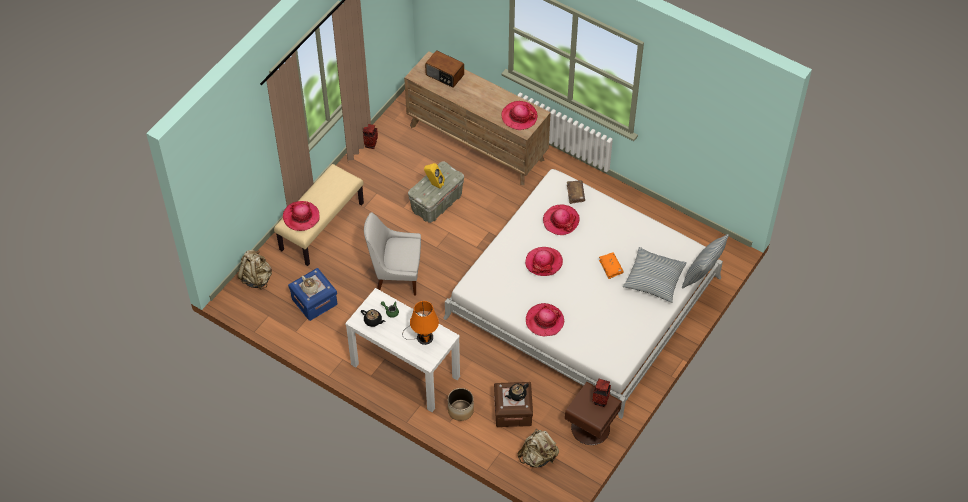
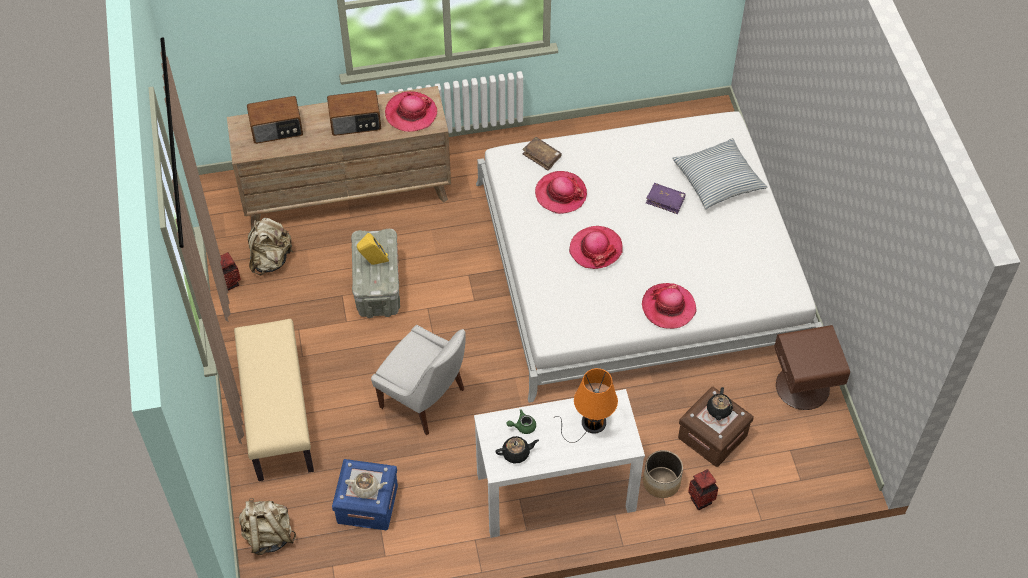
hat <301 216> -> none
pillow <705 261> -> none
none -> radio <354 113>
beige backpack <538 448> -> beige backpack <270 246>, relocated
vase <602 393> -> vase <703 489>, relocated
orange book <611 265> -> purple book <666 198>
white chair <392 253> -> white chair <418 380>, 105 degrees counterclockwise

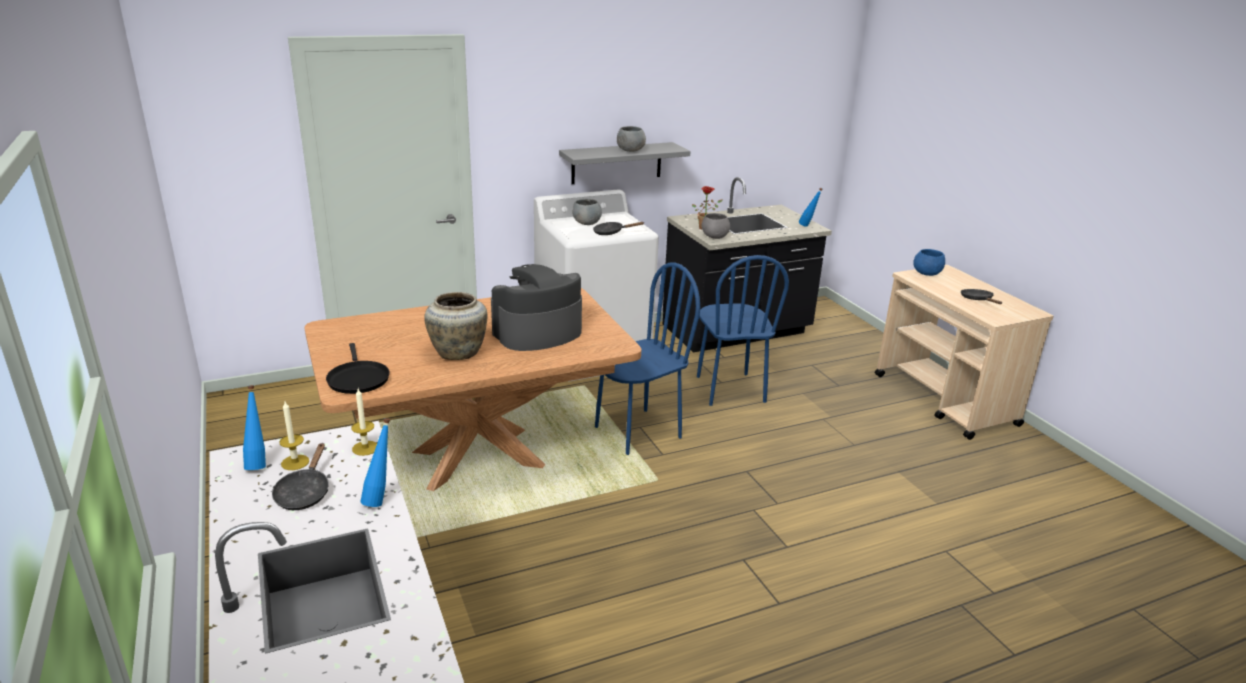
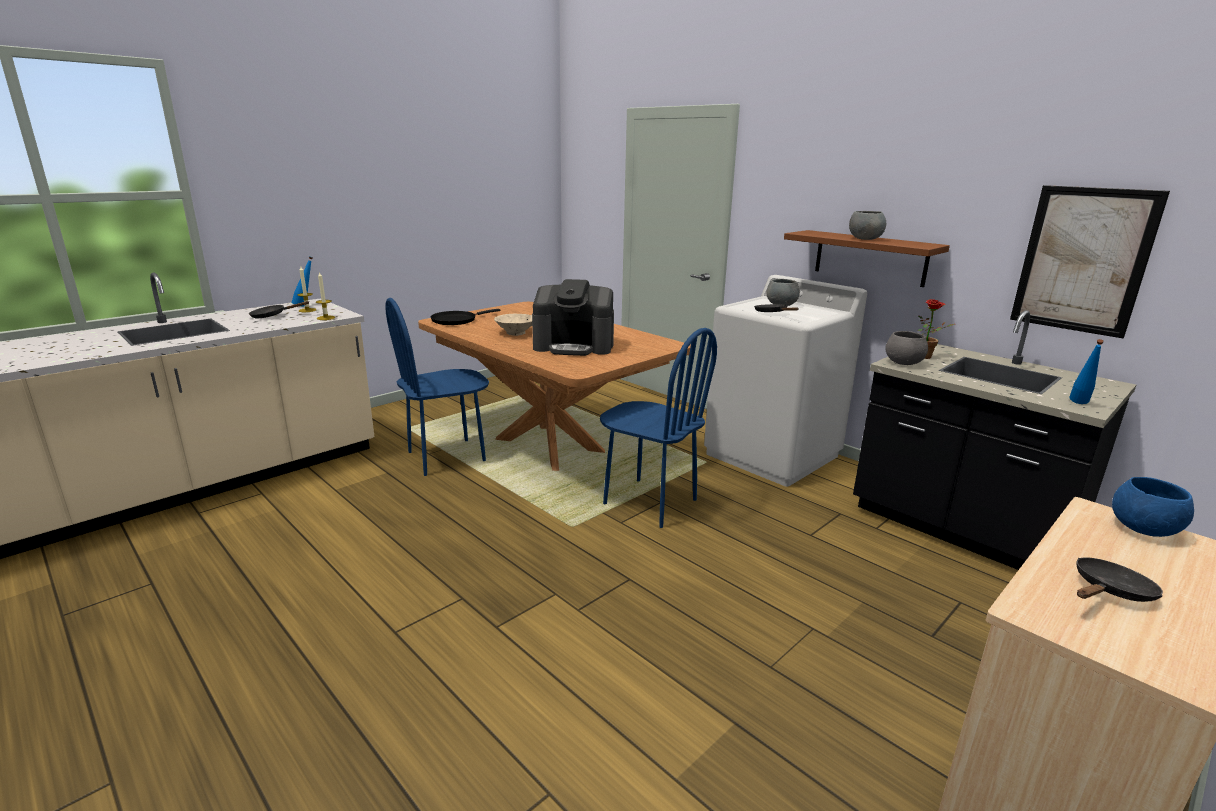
blue bottle <375 462> -> none
none -> picture <1090 261>
blue chair <743 330> -> blue chair <437 387>, relocated
beige vase <456 326> -> beige bowl <513 325>
grey shelf <625 163> -> brown shelf <867 258>
coffee machine <536 307> -> coffee machine <573 317>, 150 degrees clockwise

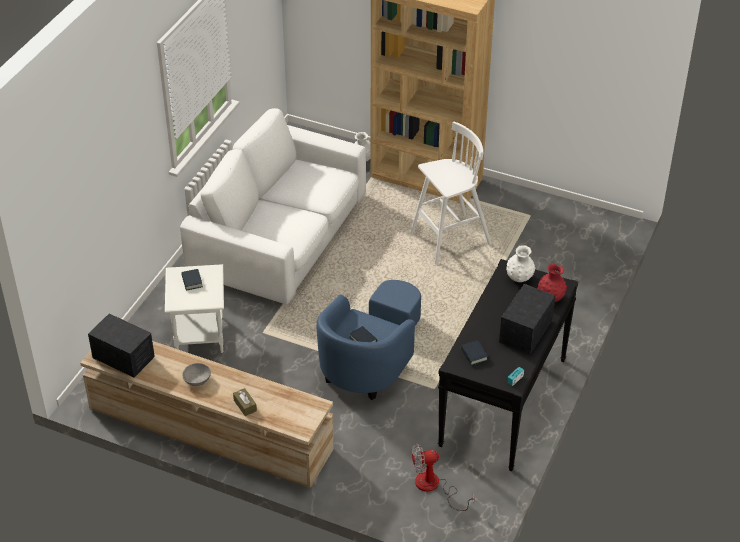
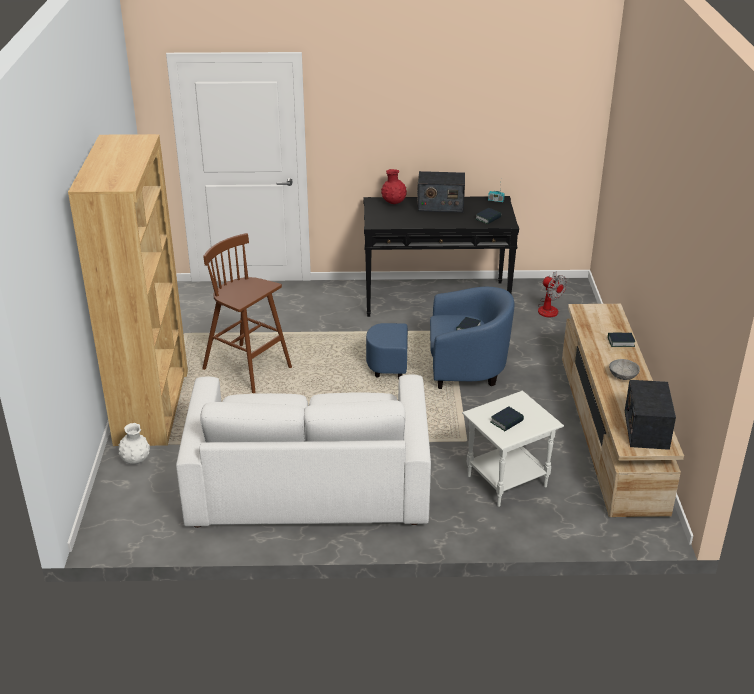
white vase <520 264> -> none
brown tissue box <245 402> -> book <621 340>
white stool <451 193> -> brown stool <247 313>

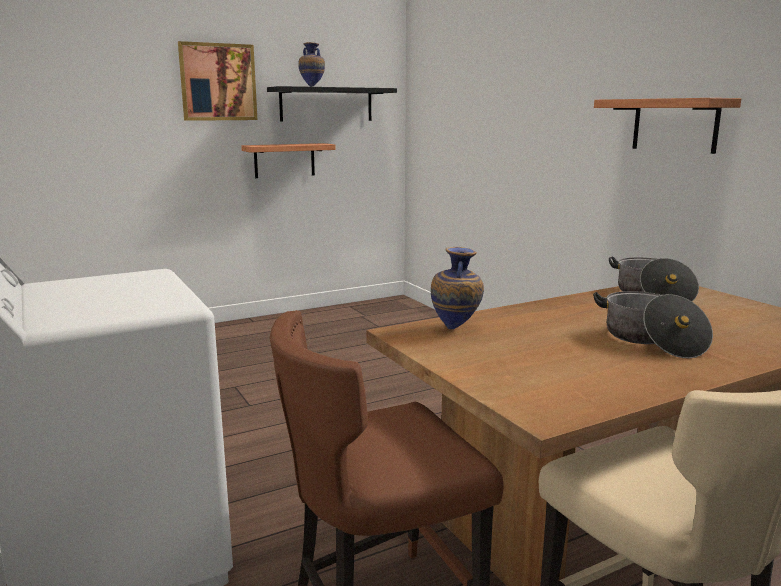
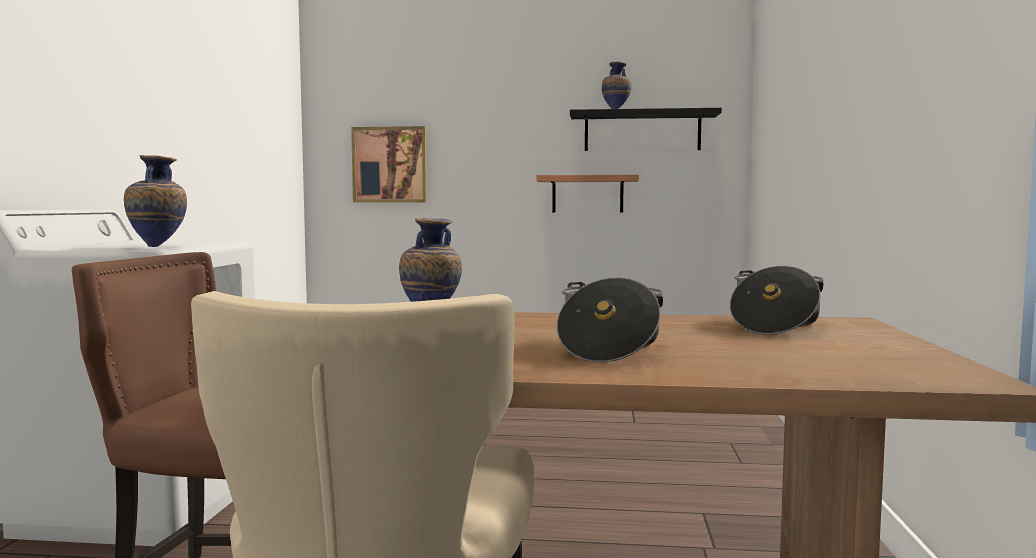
shelf <667 126> -> none
none -> vase <155 201>
picture <217 81> -> picture <389 164>, relocated

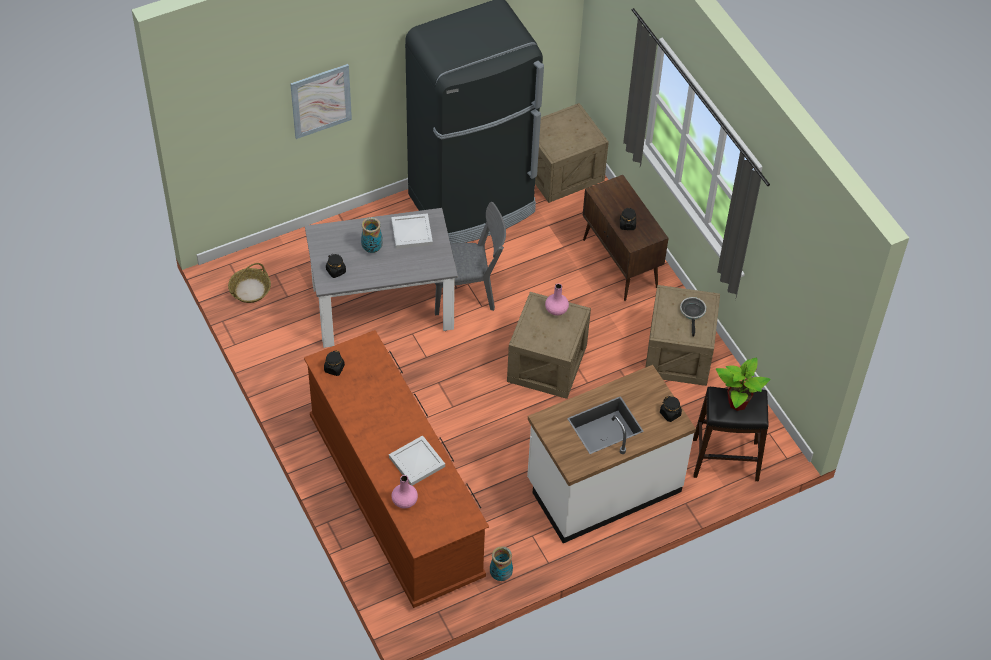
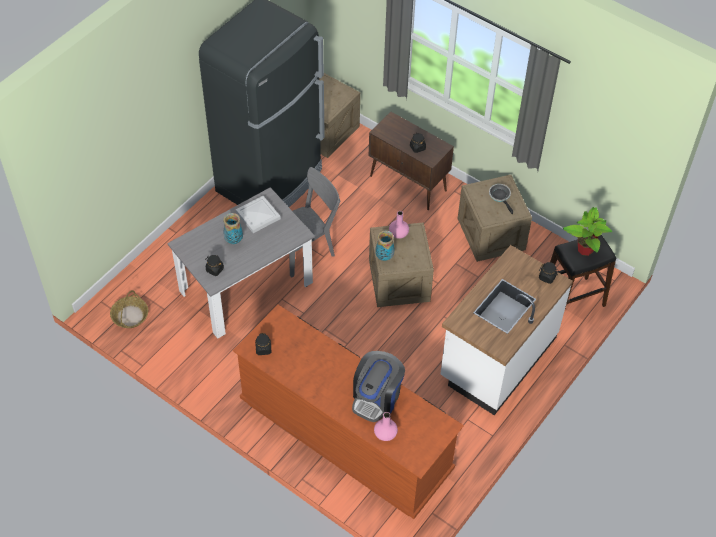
picture <321 101> -> none
vase <501 563> -> vase <385 246>, relocated
white tray <417 460> -> coffee machine <378 386>

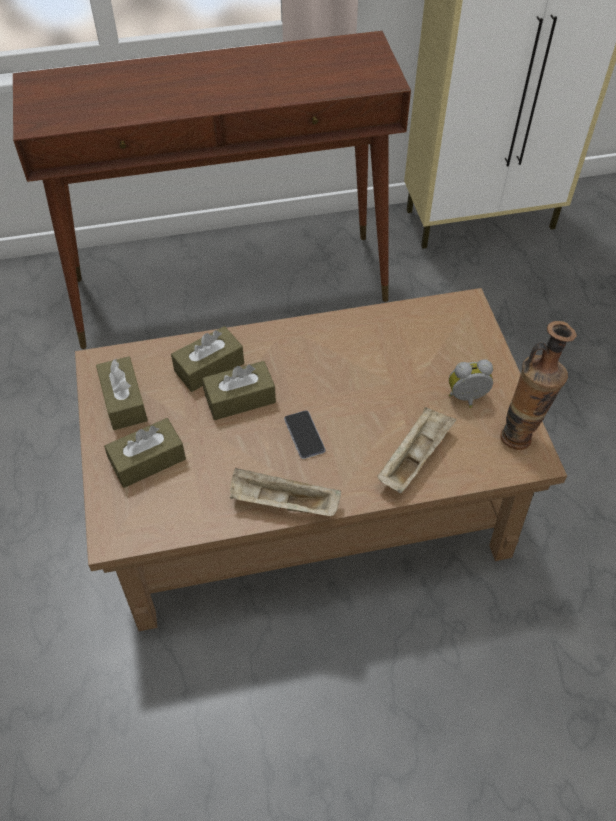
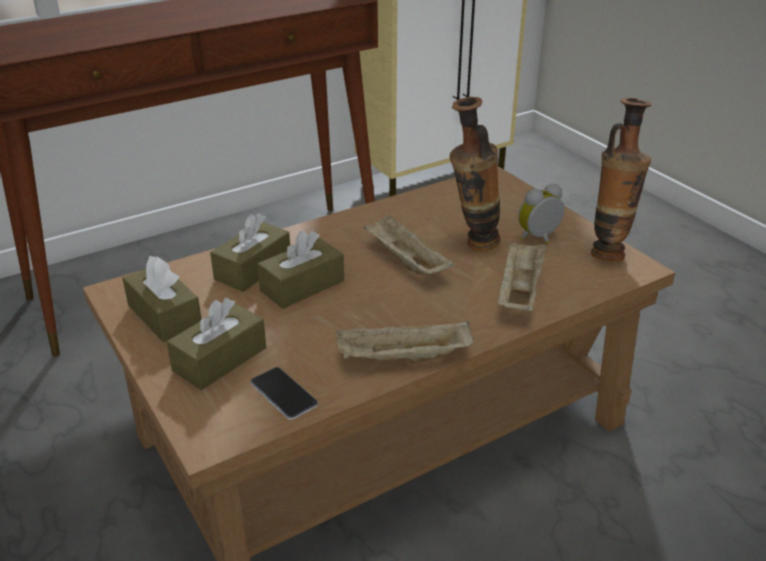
none -> beige tray <409 244>
none -> vase <474 174>
phone <305 434> -> phone <284 393>, relocated

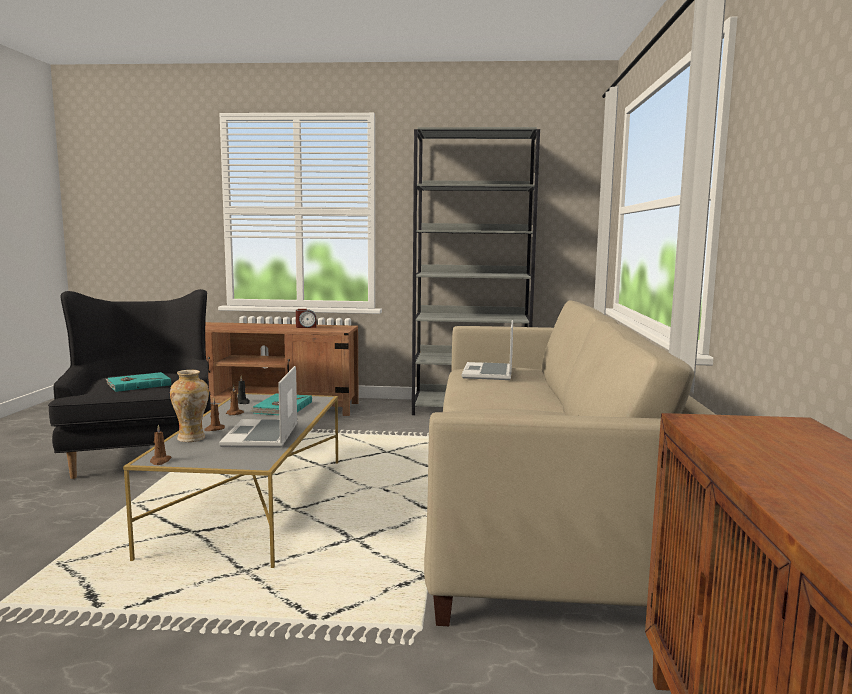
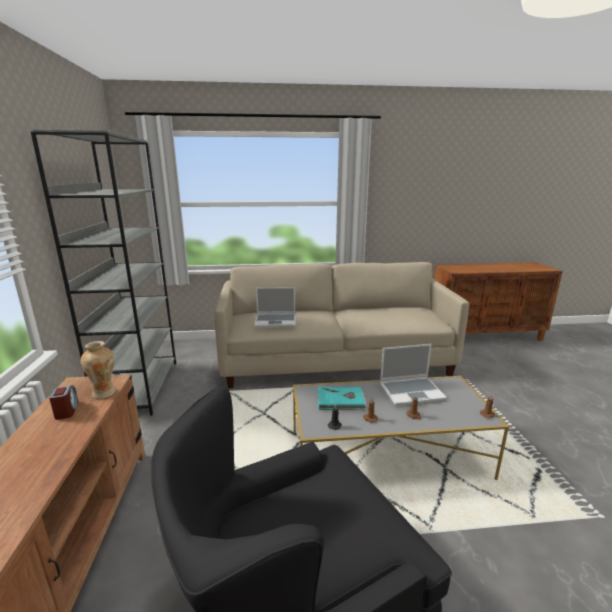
turquoise book <138 382> -> none
vase <189 406> -> vase <98 369>, relocated

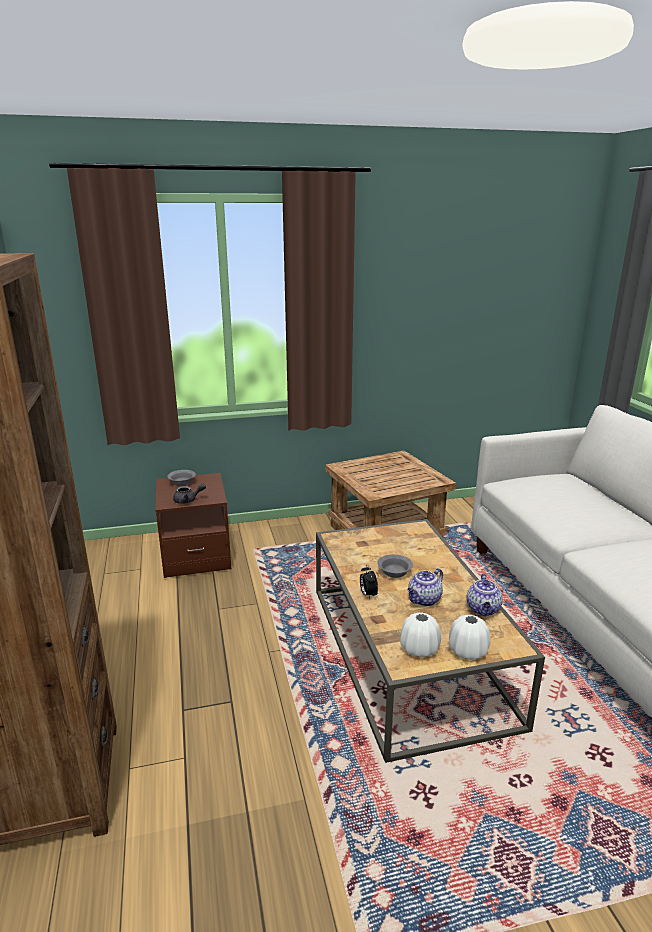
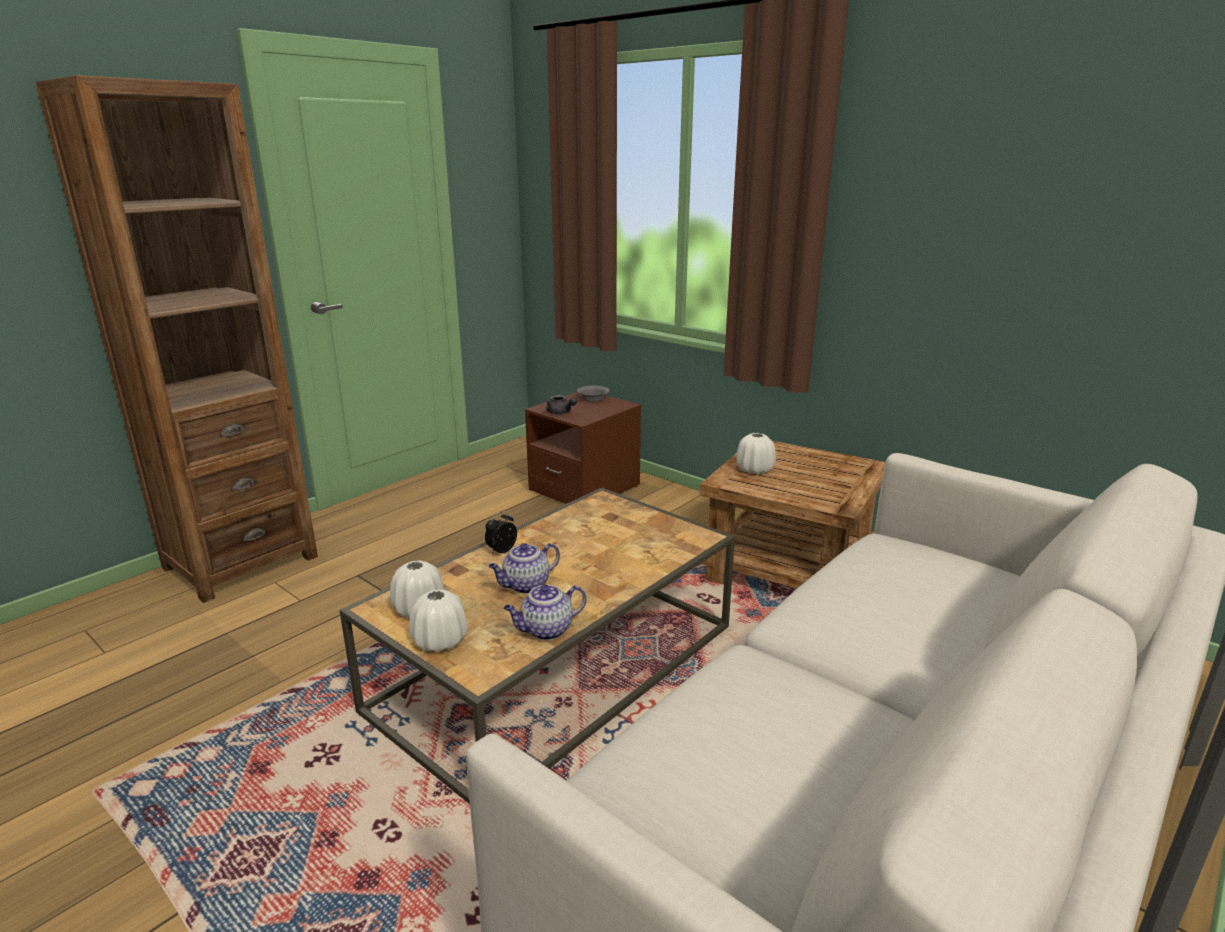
grey bowl <395 566> -> none
none -> white vase <756 453>
teapot <425 587> -> teapot <524 568>, 45 degrees counterclockwise

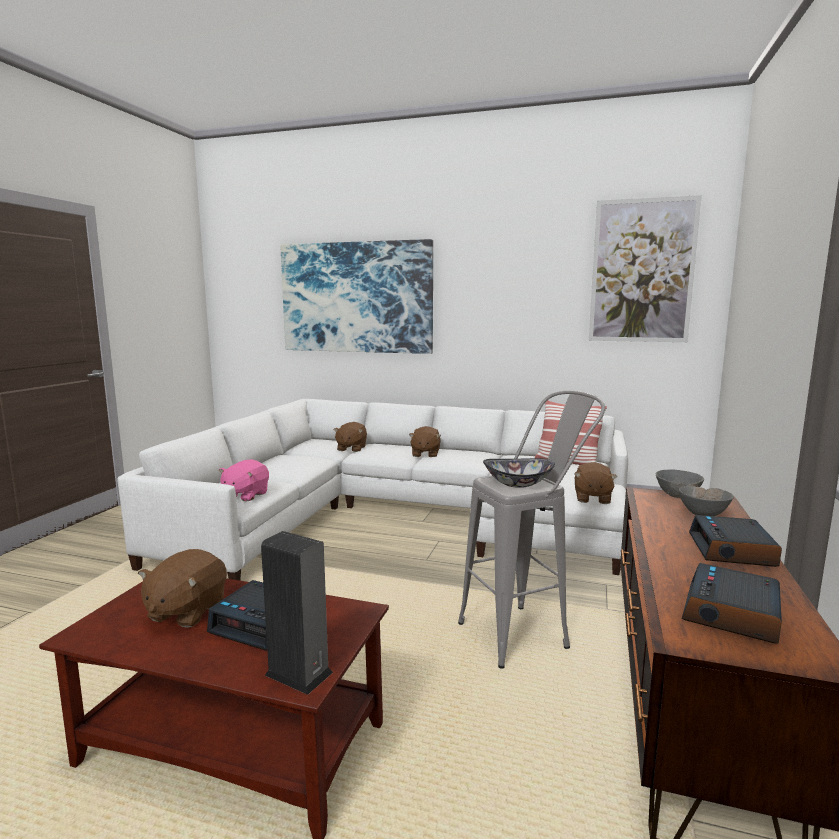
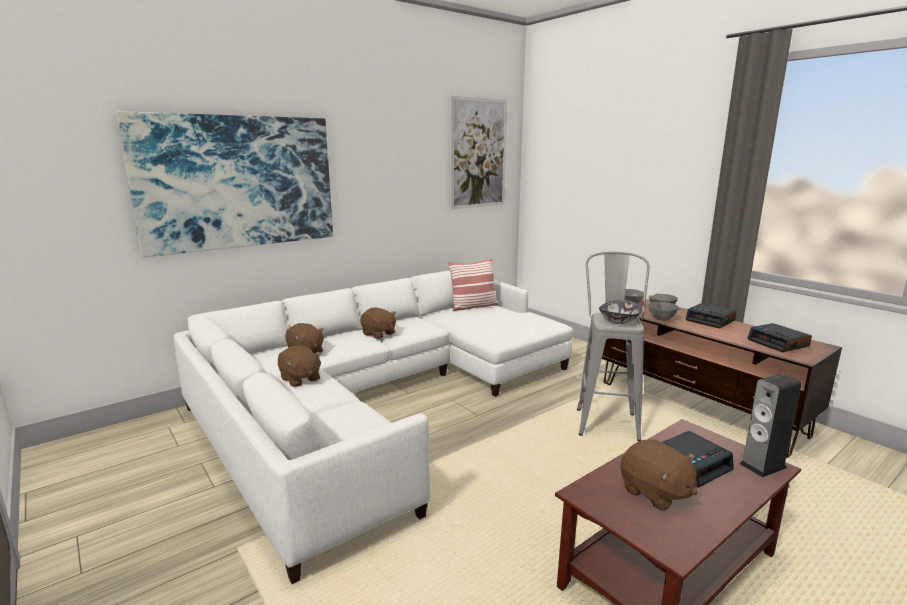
pink plush toy <244 480> -> none
none -> grey bowl <663 311>
brown plush toy <595 483> -> brown plush toy <300 366>, relocated

